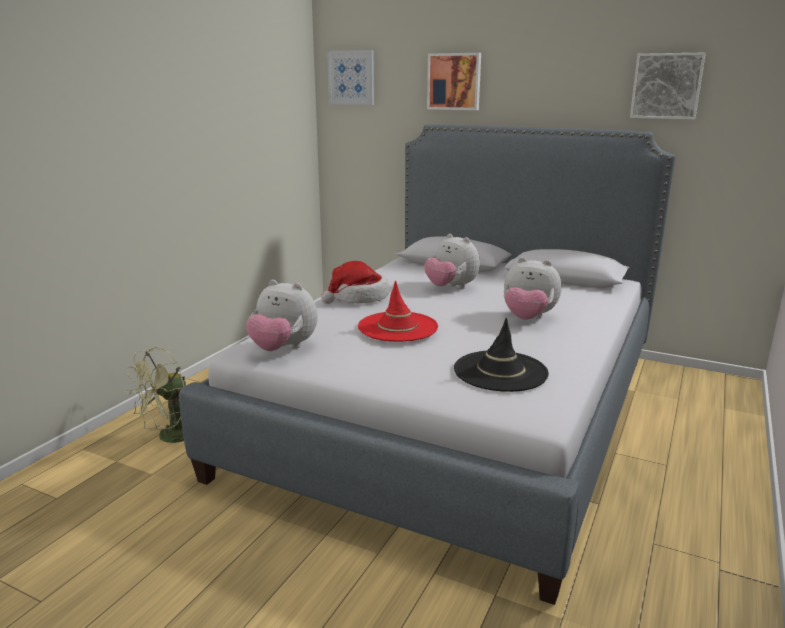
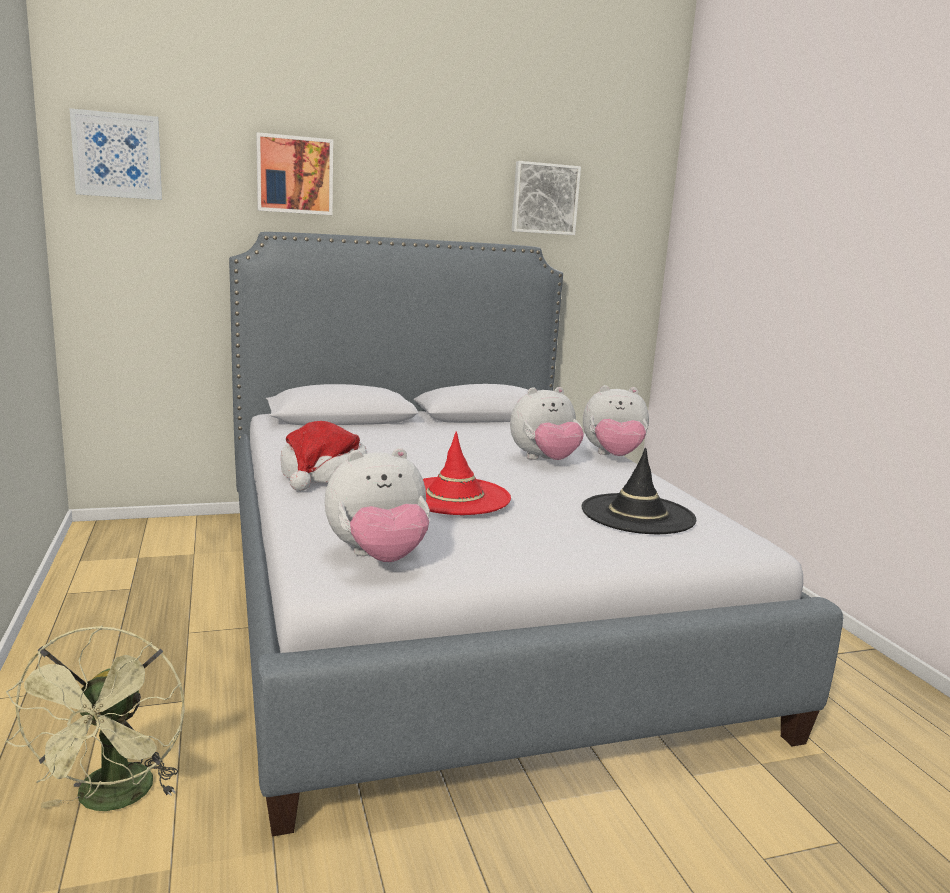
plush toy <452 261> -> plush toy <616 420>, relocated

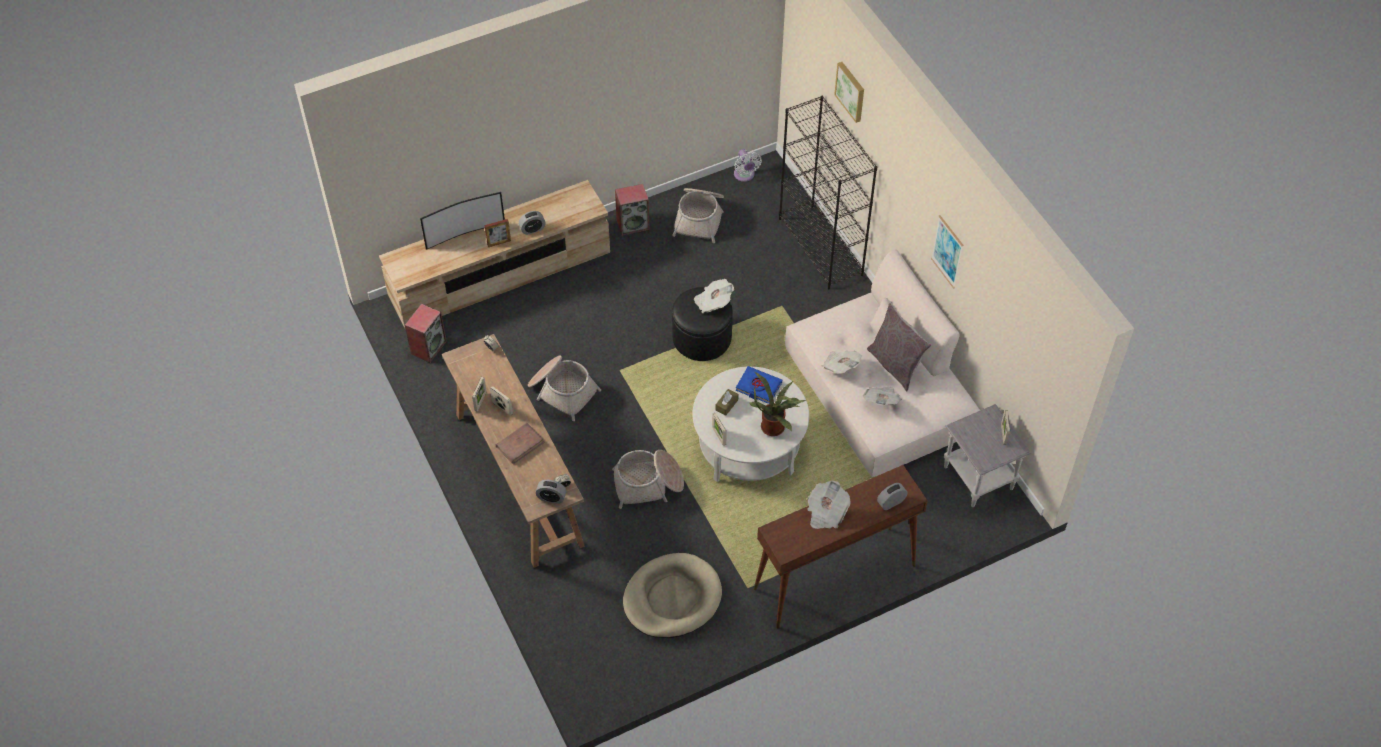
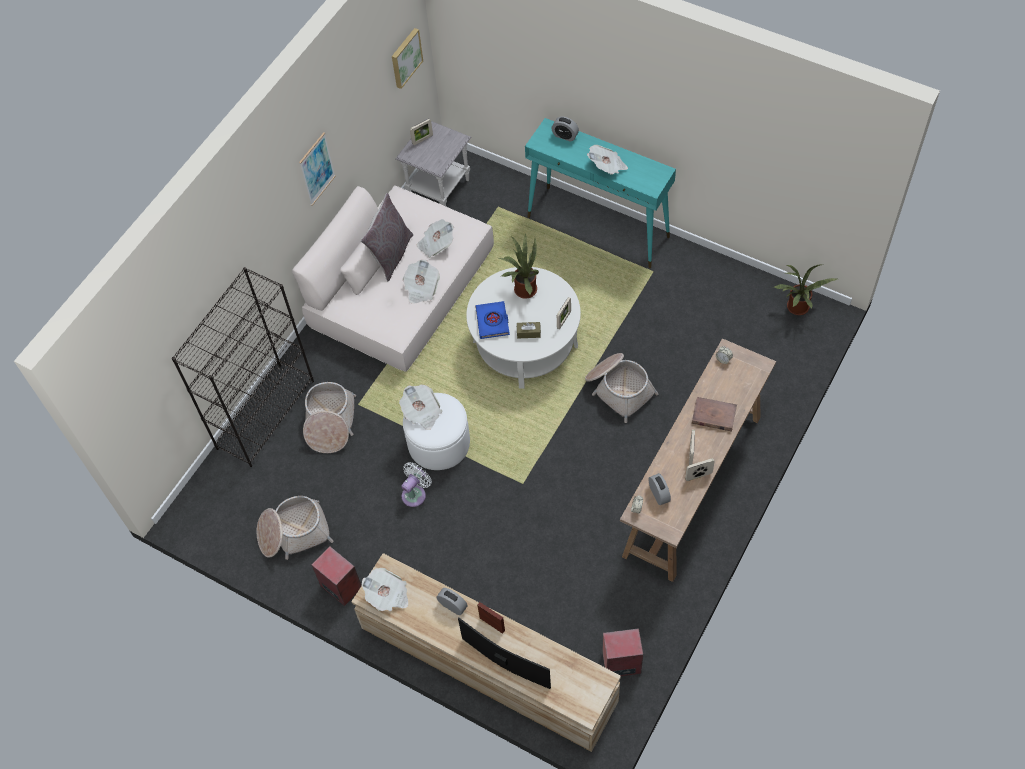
beige dog bed <672 595> -> none
none -> newspaper <385 590>
none -> potted plant <805 289>
basket <564 388> -> basket <329 417>, relocated
alarm clock <551 492> -> alarm clock <659 489>, relocated
white fan <748 165> -> white fan <416 484>, relocated
picture <849 92> -> picture <407 58>, relocated
black ottoman <702 324> -> white ottoman <436 431>
brown console table <841 546> -> turquoise console table <600 193>

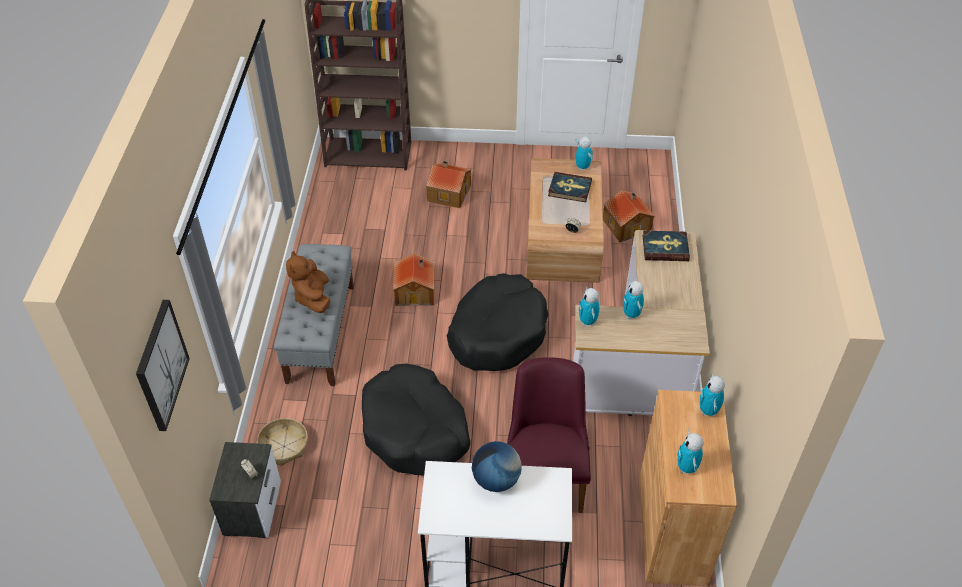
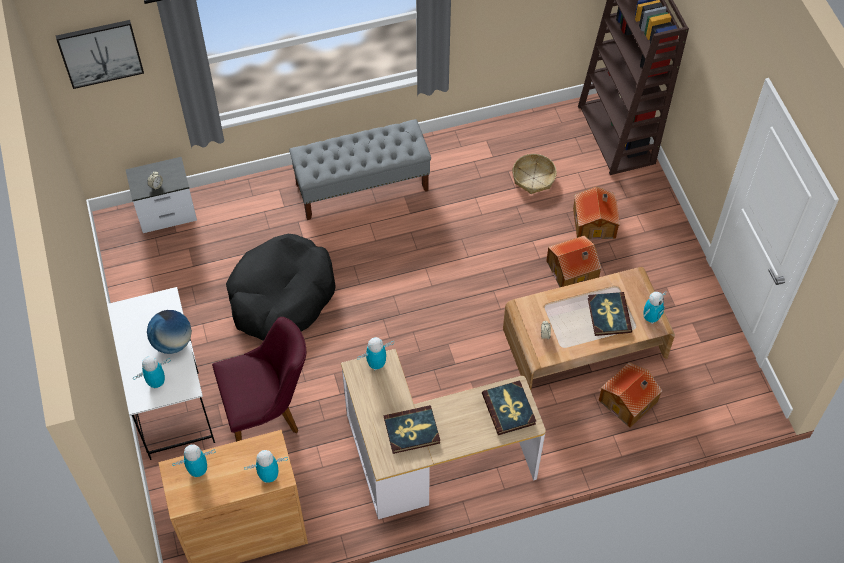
brown plush toy <308 282> -> none
black dog bed <498 322> -> none
none -> book <412 429>
basket <282 442> -> basket <535 174>, relocated
toy house <414 279> -> toy house <574 261>, relocated
toy robot <633 300> -> toy robot <152 372>, relocated

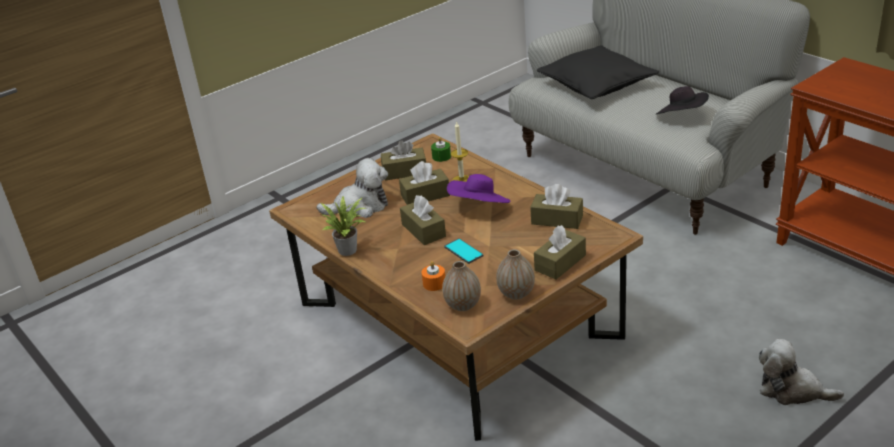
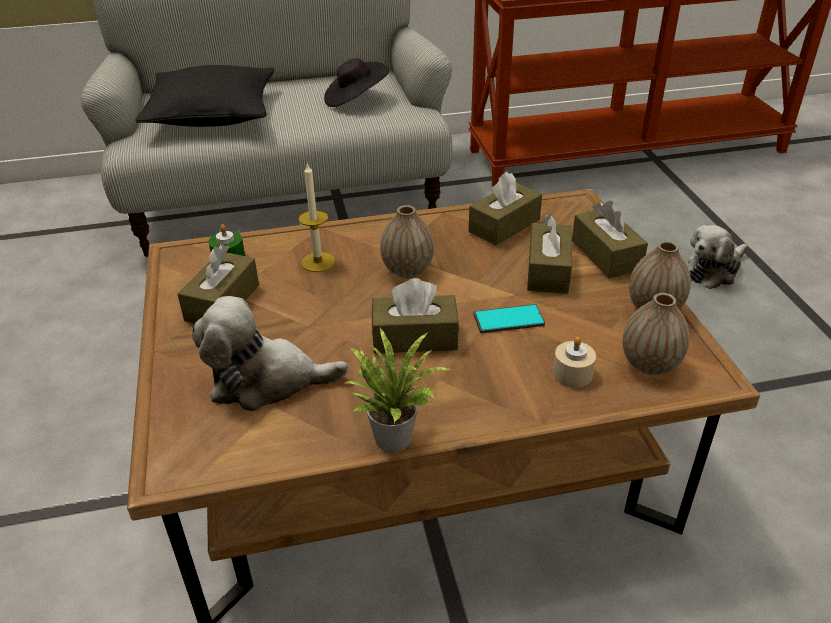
brown tissue box <424 183> -> brown tissue box <549 254>, relocated
purple hat <478 188> -> vase <407 241>
orange candle <433 276> -> beige candle <574 362>
plush toy <352 188> -> plush toy <270 353>, 105 degrees counterclockwise

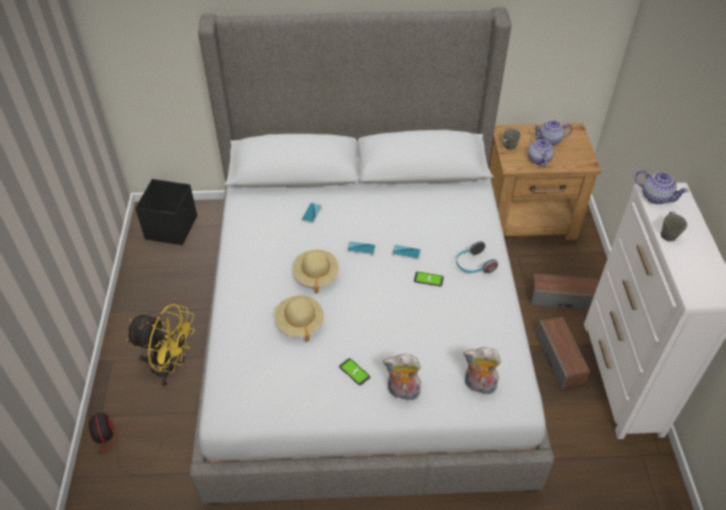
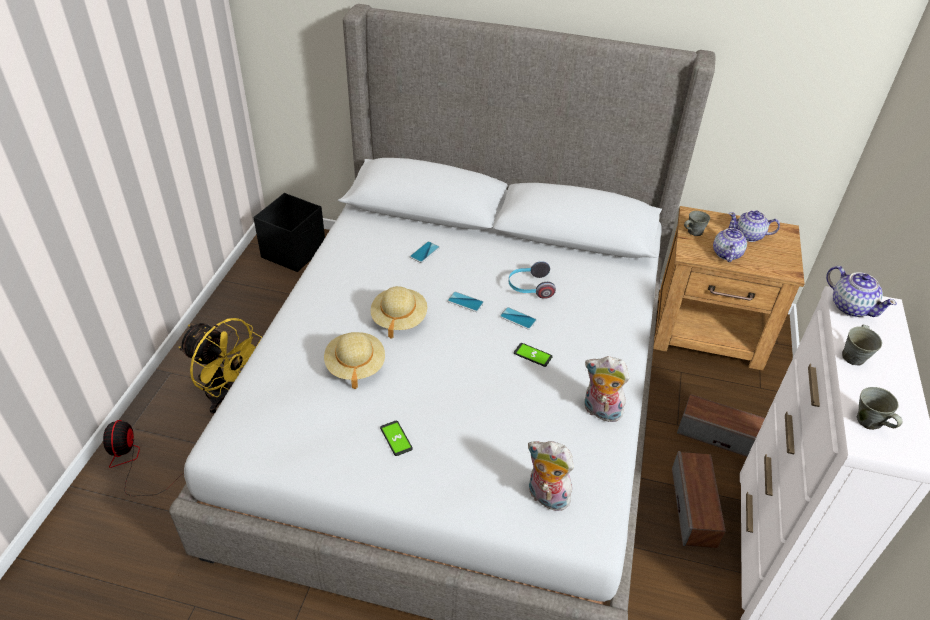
none -> grey mug <880 408>
plush toy <402 377> -> plush toy <606 389>, relocated
headphones <477 257> -> headphones <532 280>, relocated

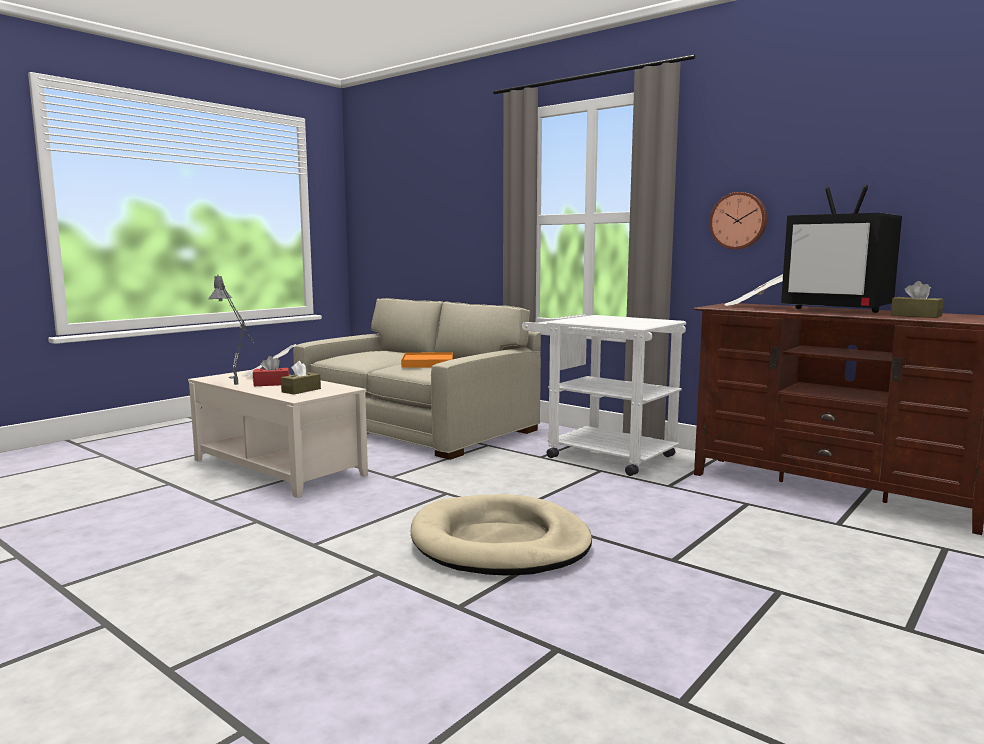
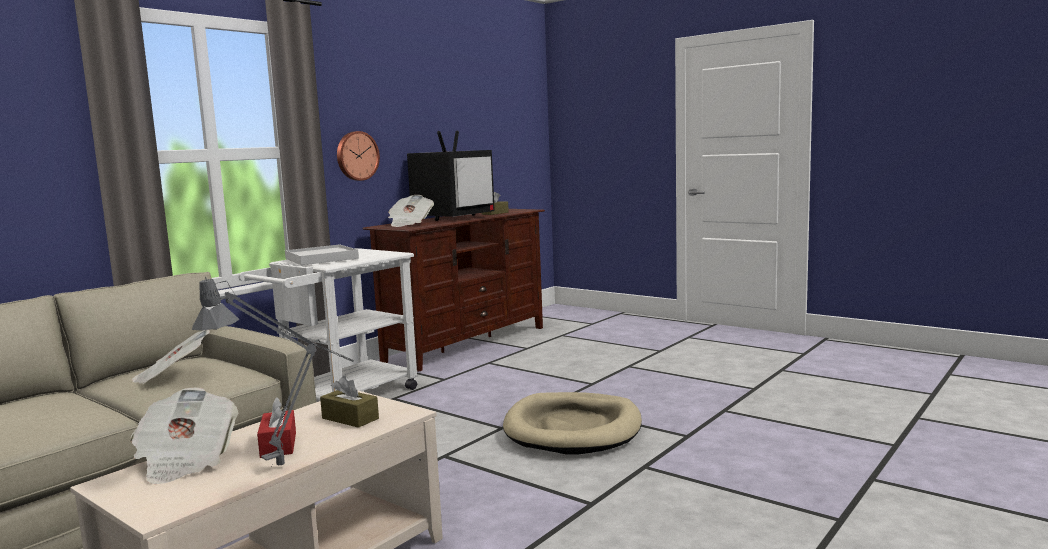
none -> white tray <322 254>
orange tray <427 360> -> newspaper <171 357>

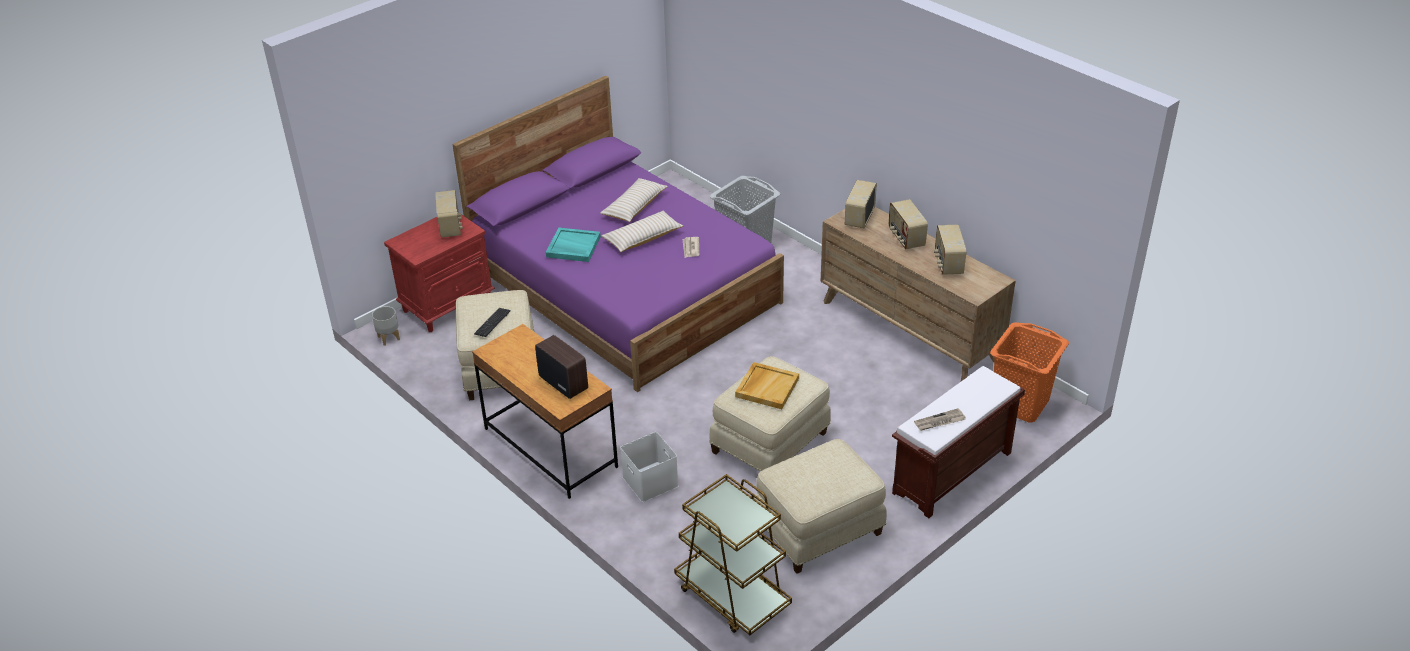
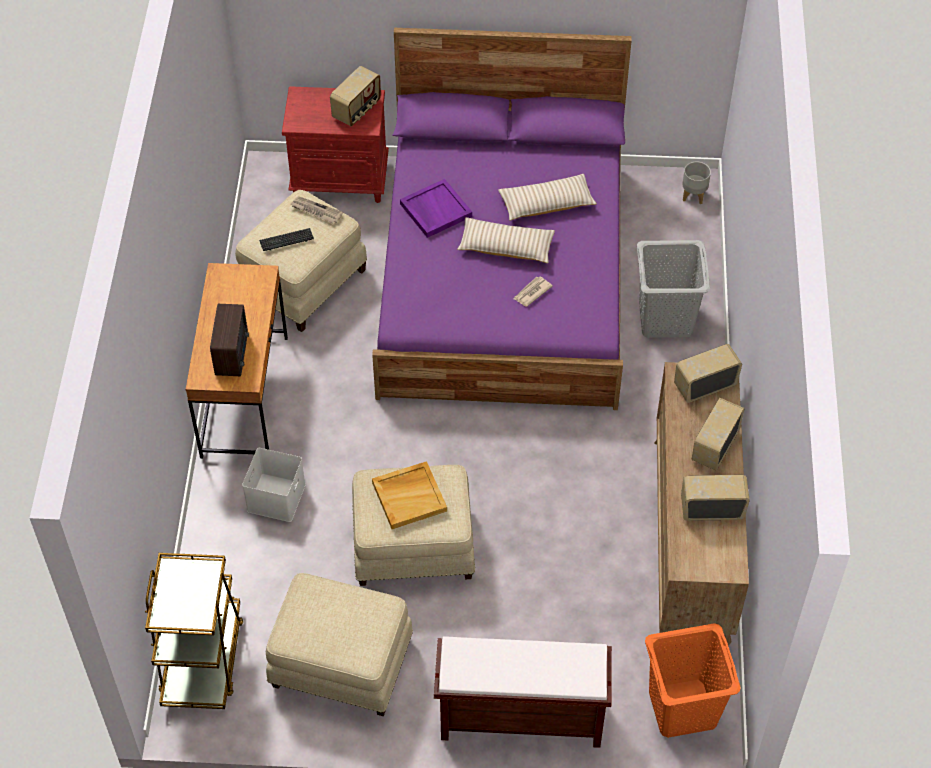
grey planter <386 326> -> grey planter <696 183>, relocated
newspaper <940 419> -> newspaper <316 209>, relocated
turquoise tray <573 244> -> purple tray <436 208>
radio <950 250> -> radio <715 498>, 45 degrees clockwise

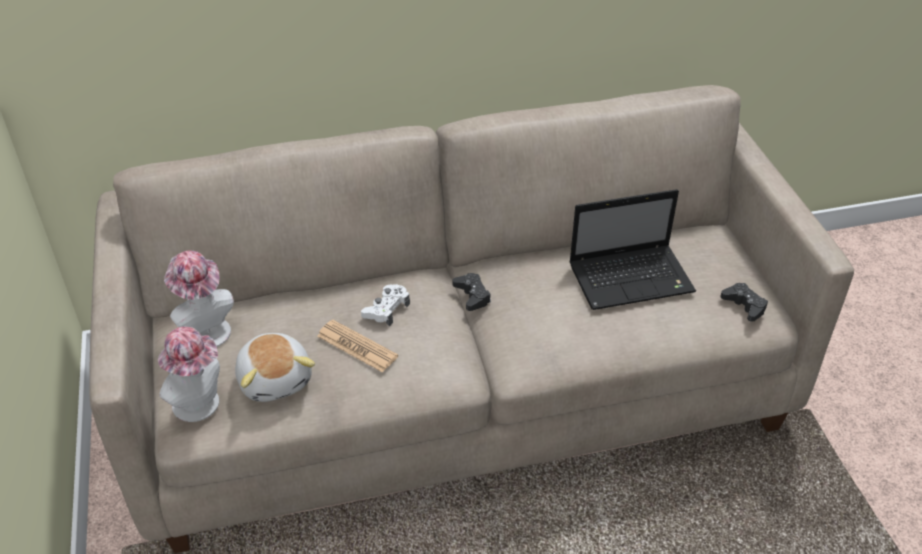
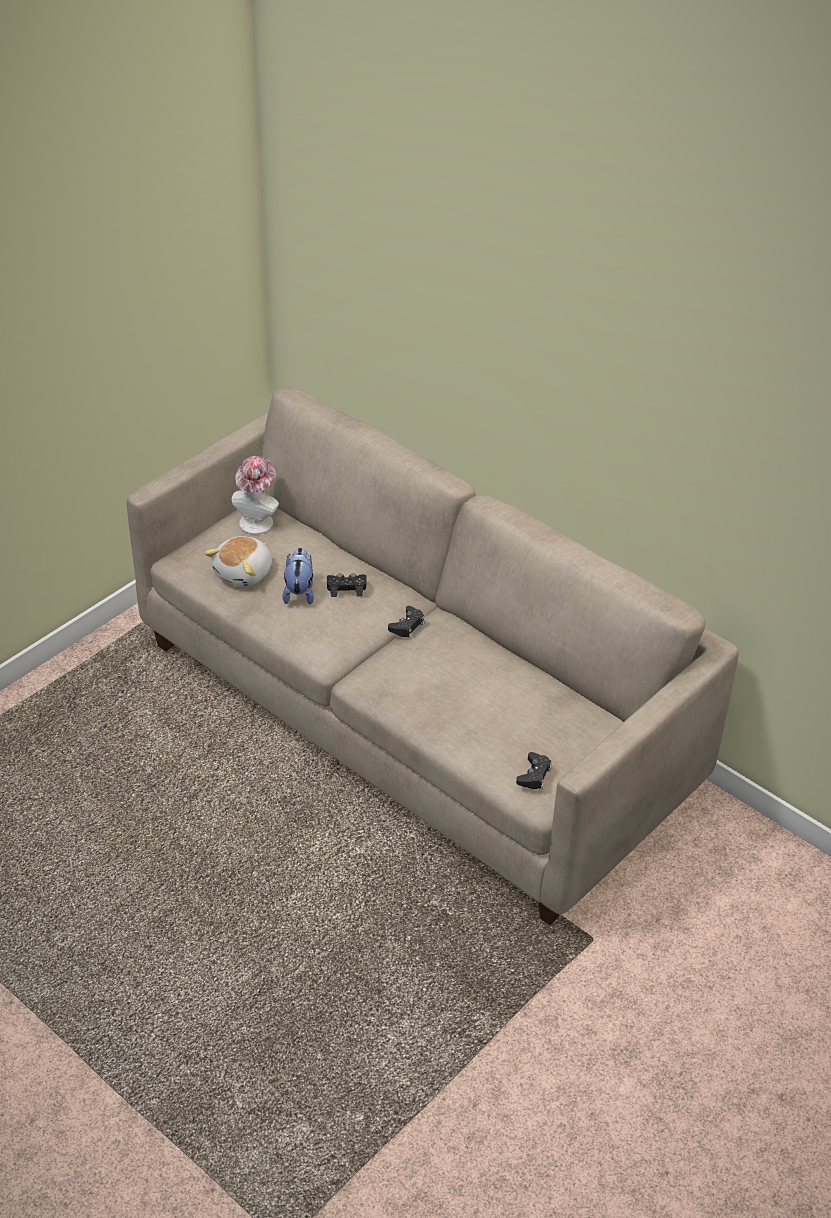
hat <189 374> -> none
laptop <632 249> -> none
newspaper <357 346> -> plush toy <298 576>
white game controller <385 305> -> black game controller <346 585>

